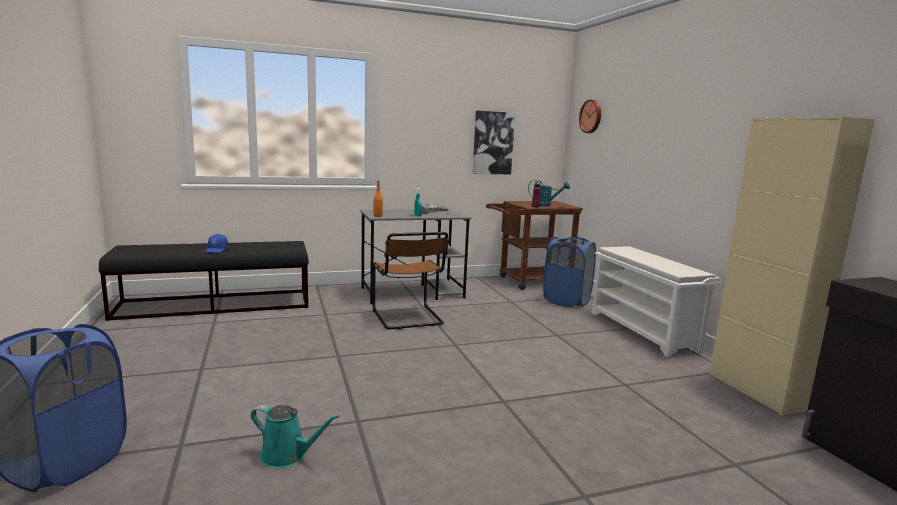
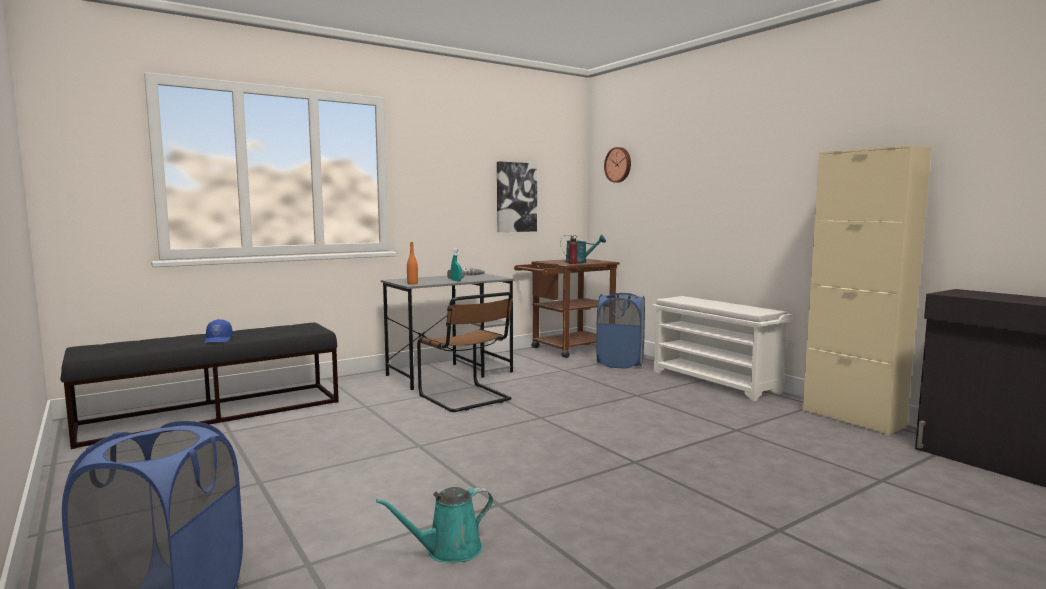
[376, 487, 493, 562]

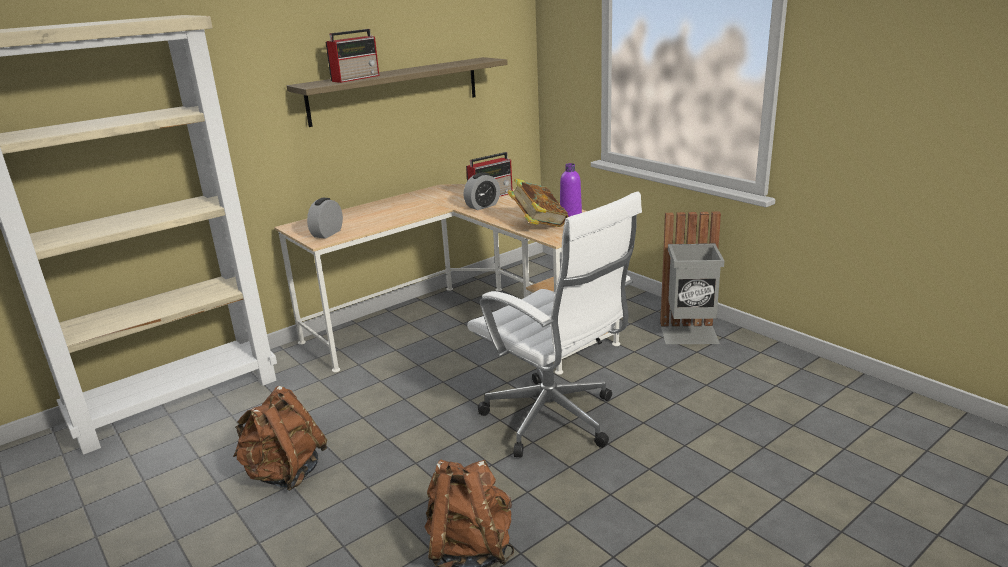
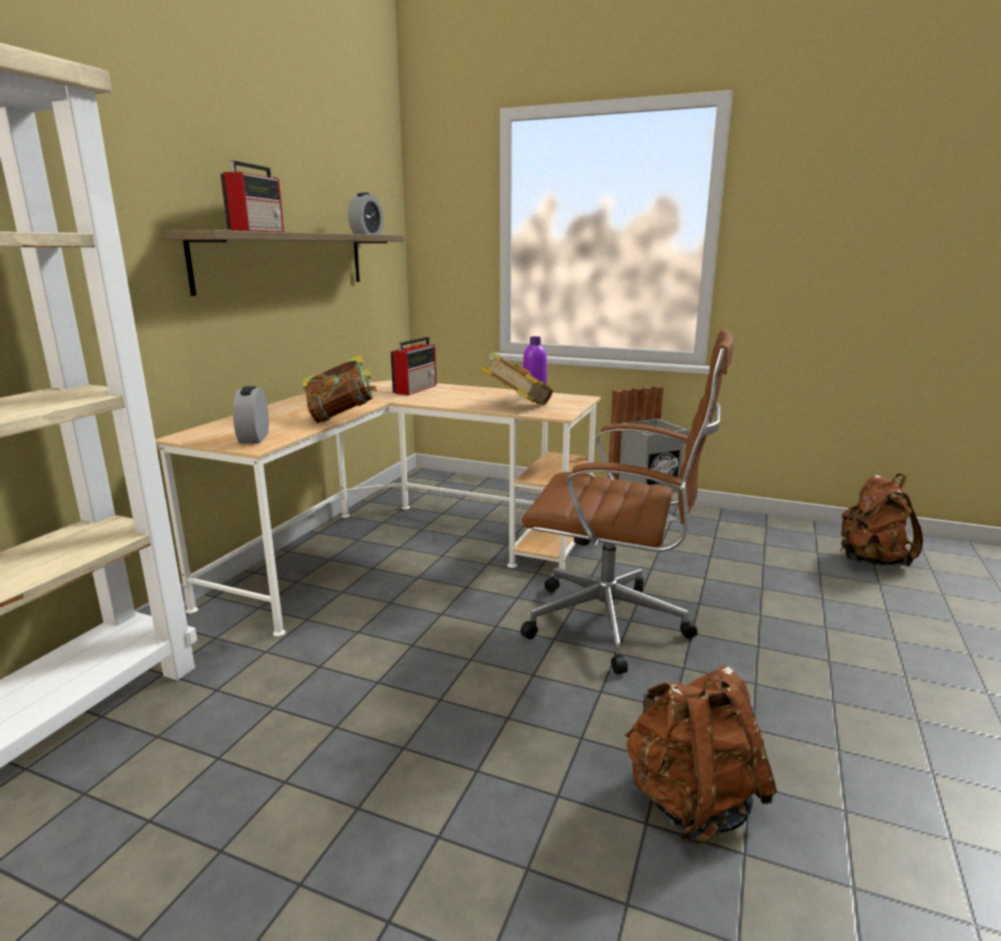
[302, 355, 378, 423]
[348, 193, 383, 235]
[521, 329, 734, 674]
[840, 474, 923, 566]

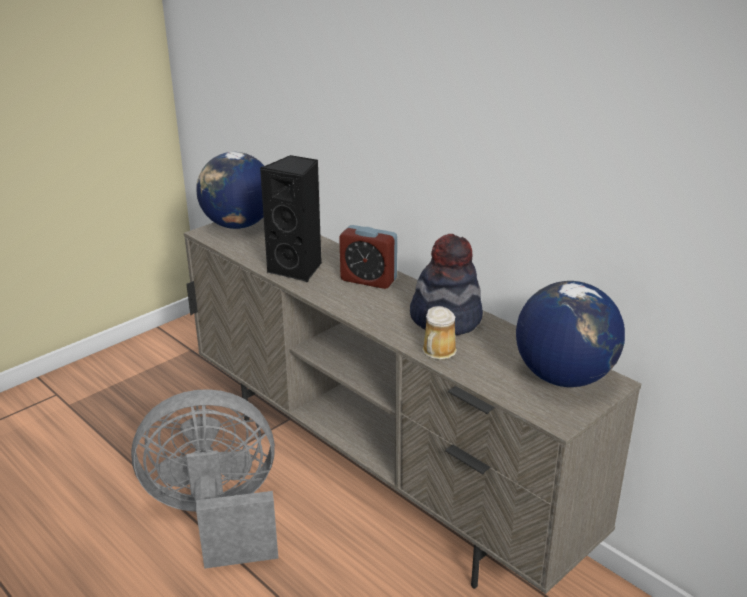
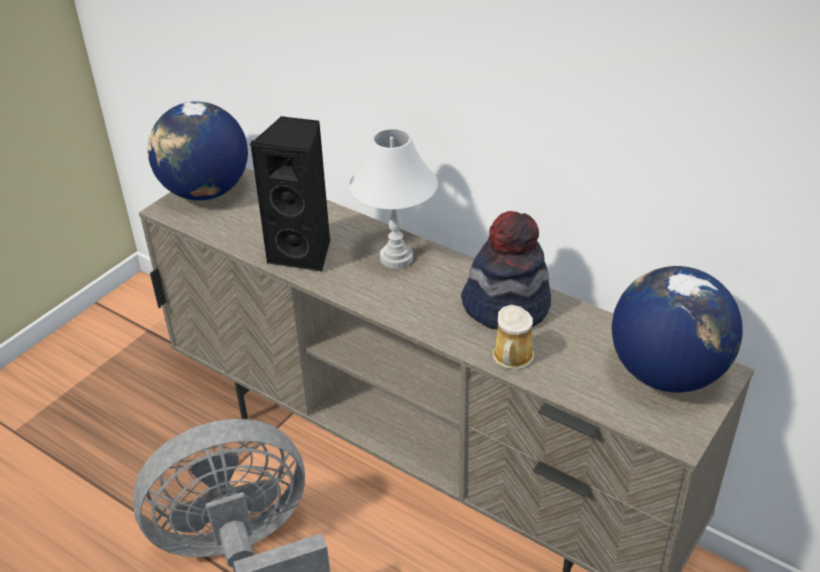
[349, 129, 438, 269]

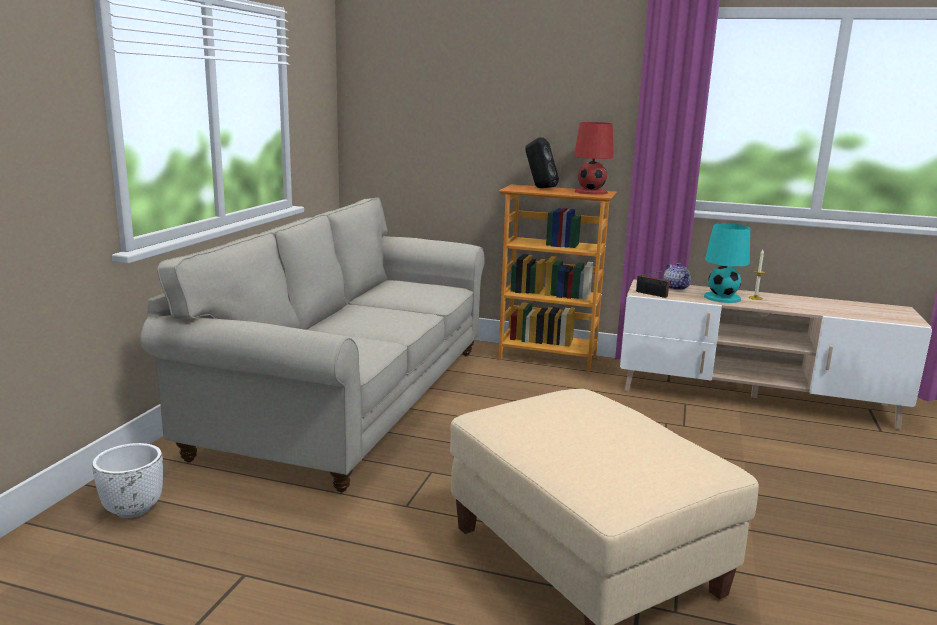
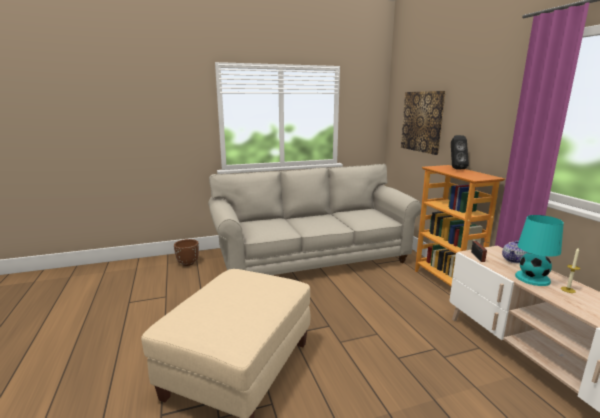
[174, 239, 199, 266]
[401, 91, 446, 155]
[574, 122, 614, 195] (first image)

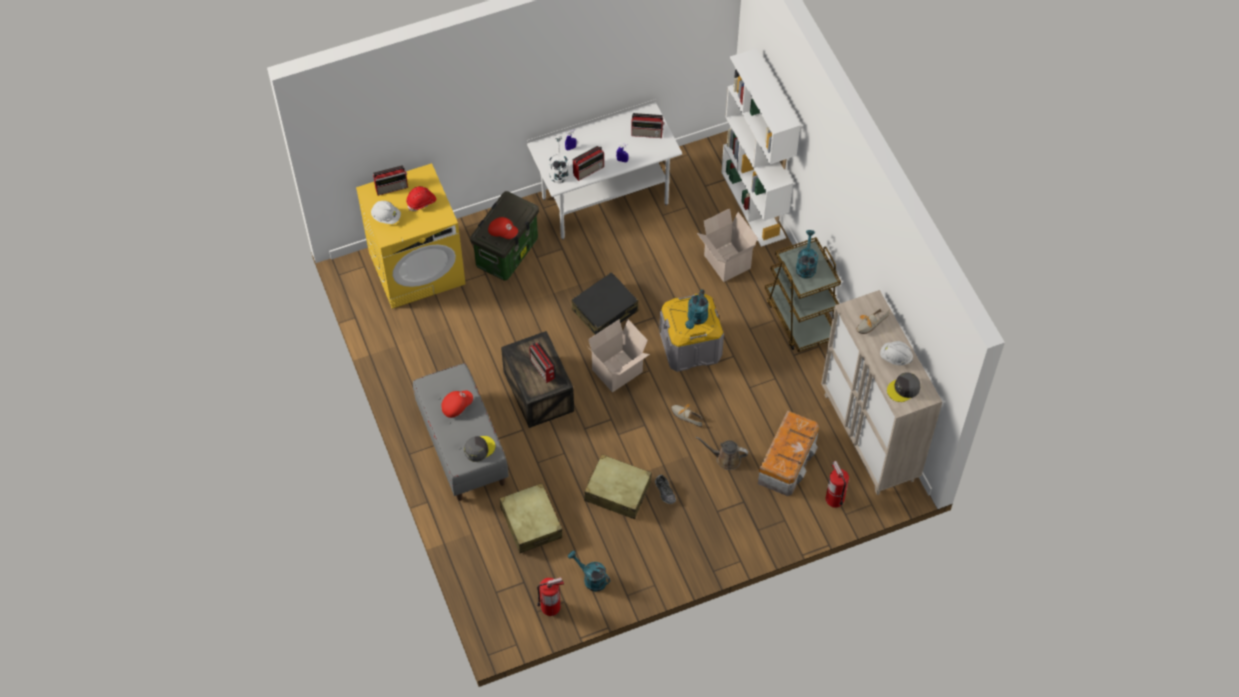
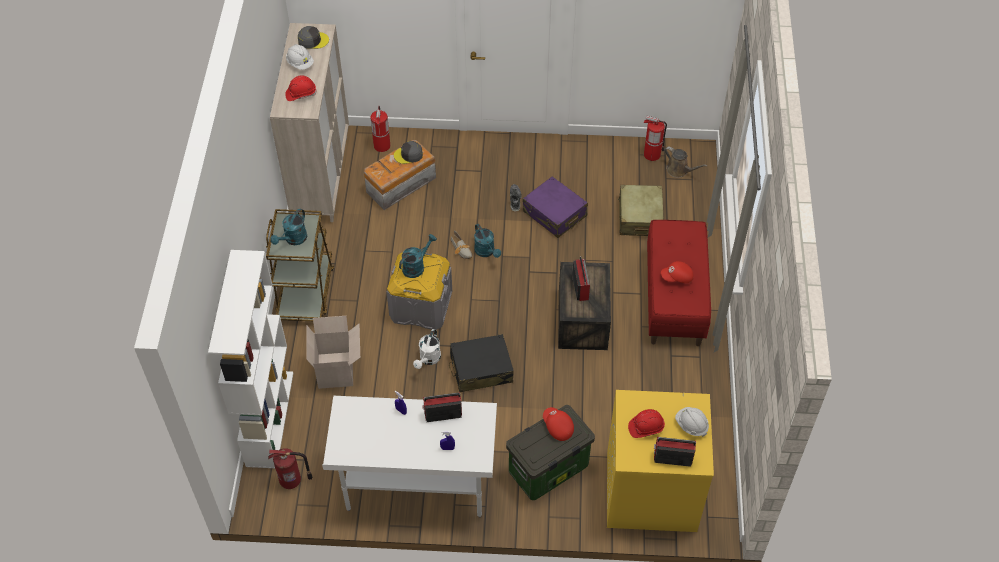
[268, 448, 313, 489]
[285, 75, 317, 101]
[394, 141, 423, 164]
[413, 329, 441, 369]
[474, 224, 501, 258]
[523, 176, 588, 238]
[647, 220, 711, 346]
[664, 146, 708, 178]
[587, 319, 650, 392] (first image)
[631, 113, 664, 138] (first image)

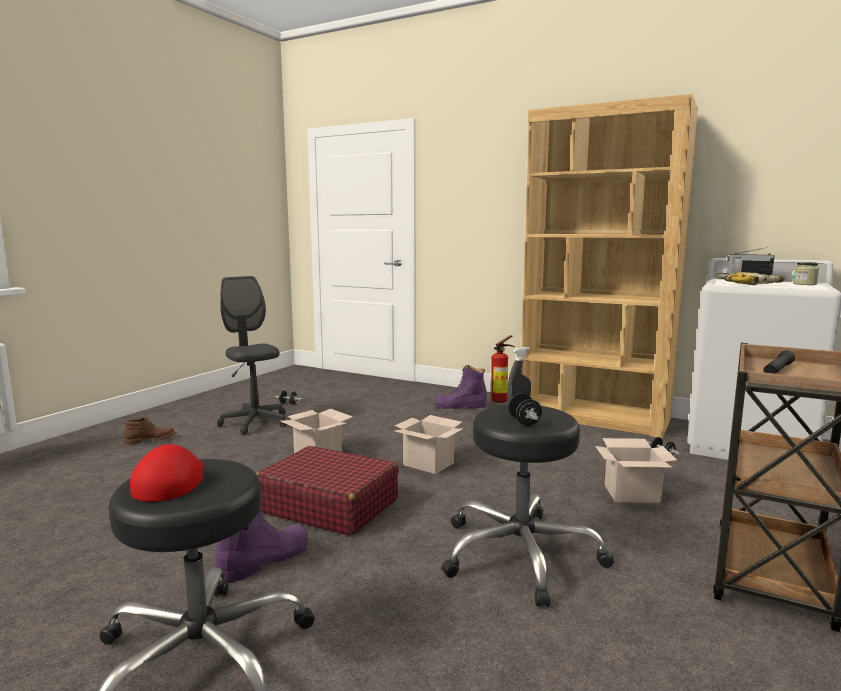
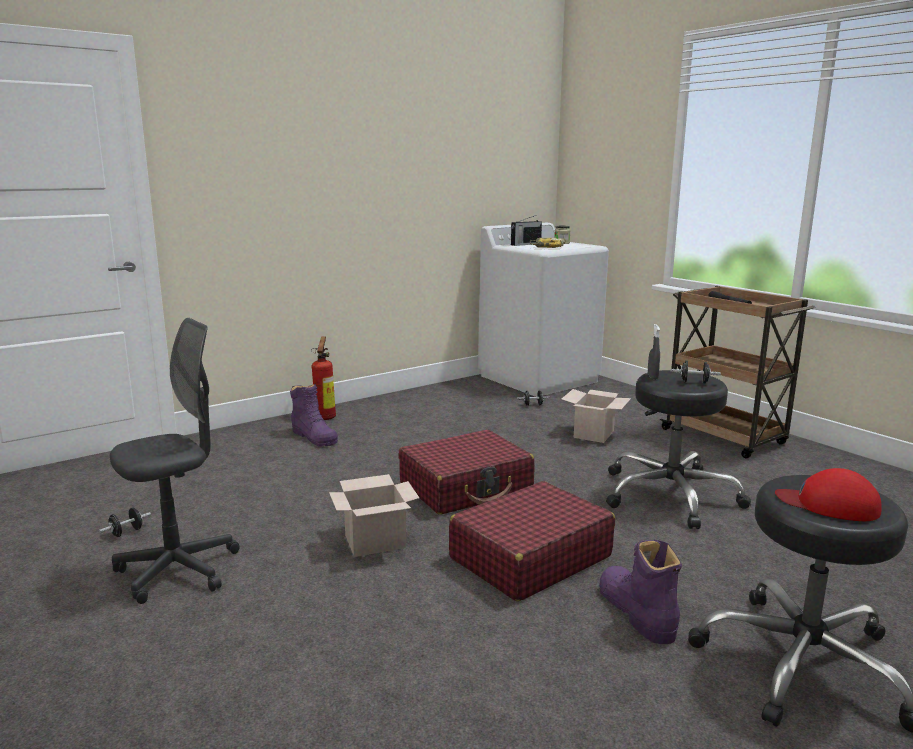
[110, 318, 239, 604]
[290, 384, 338, 447]
[399, 430, 535, 515]
[124, 418, 176, 445] (first image)
[521, 94, 698, 438] (first image)

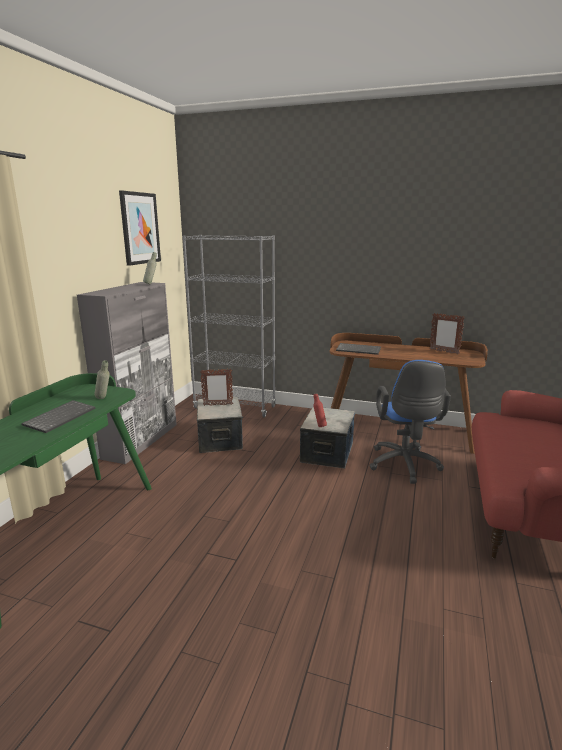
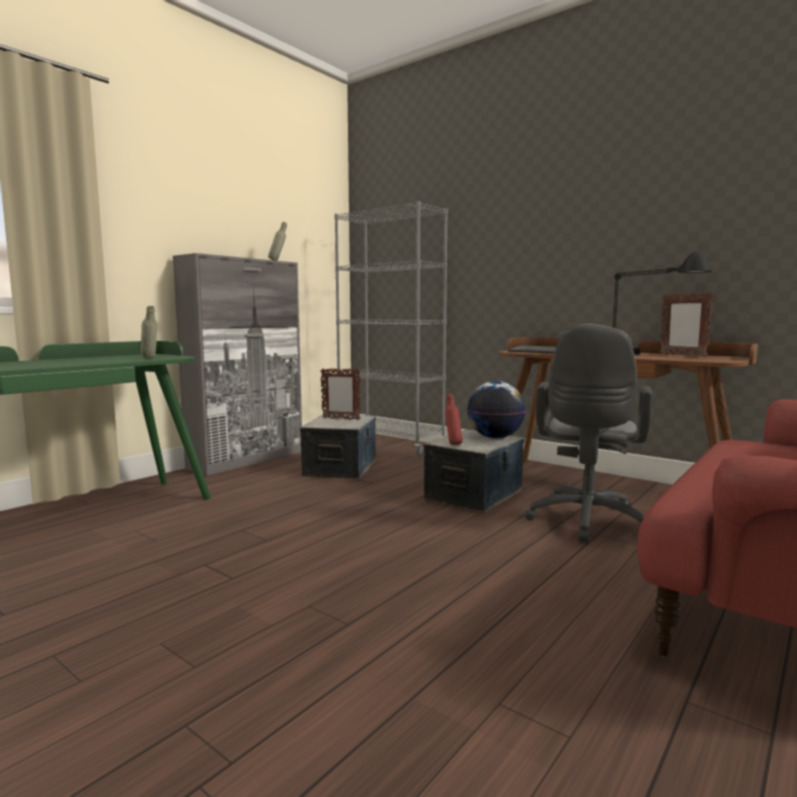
[467, 381, 526, 439]
[524, 324, 652, 543]
[613, 252, 712, 355]
[21, 400, 95, 433] (first image)
[119, 190, 161, 266] (first image)

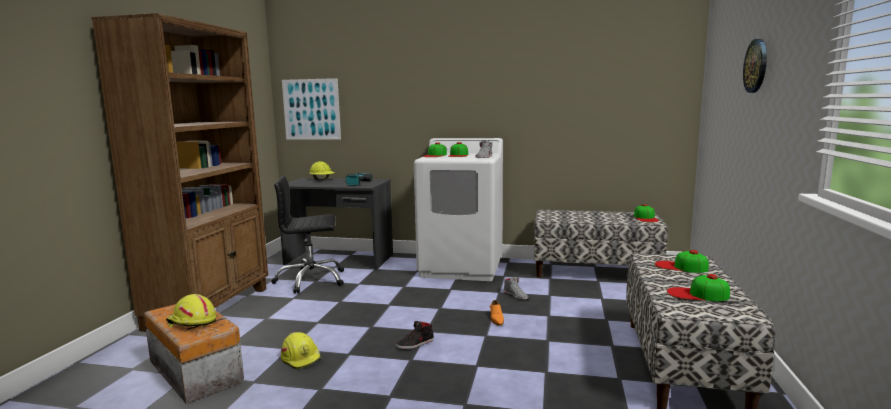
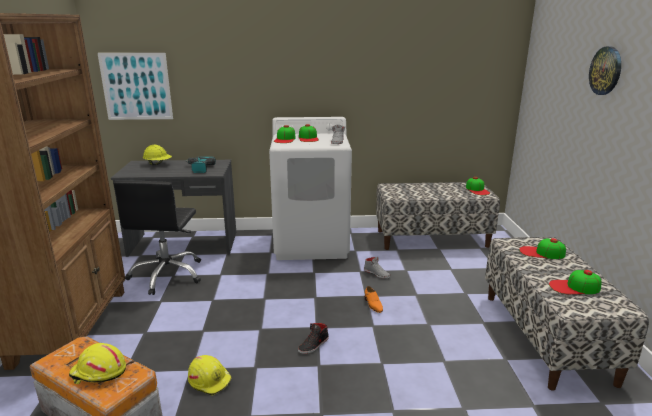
[113, 180, 201, 295]

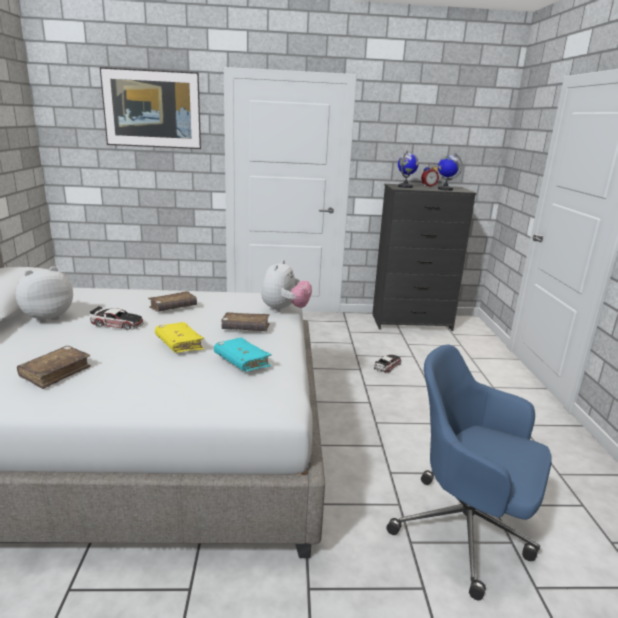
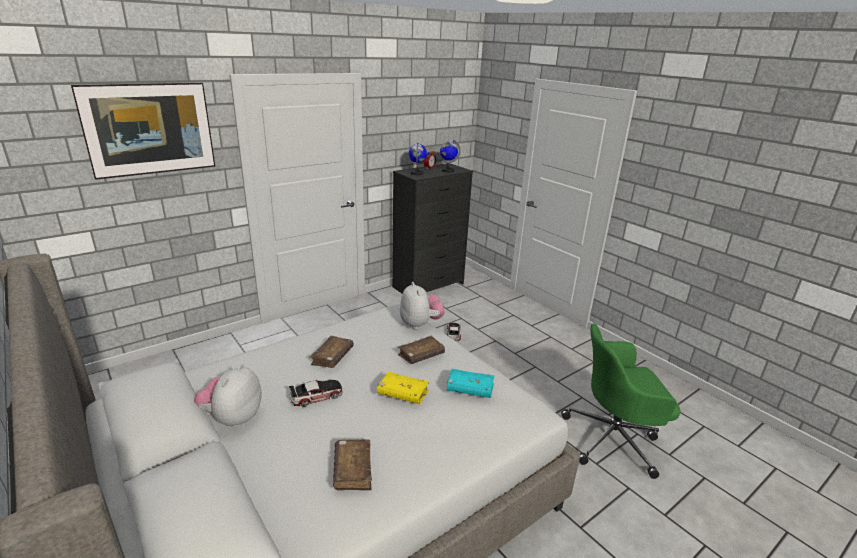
[561, 324, 680, 479]

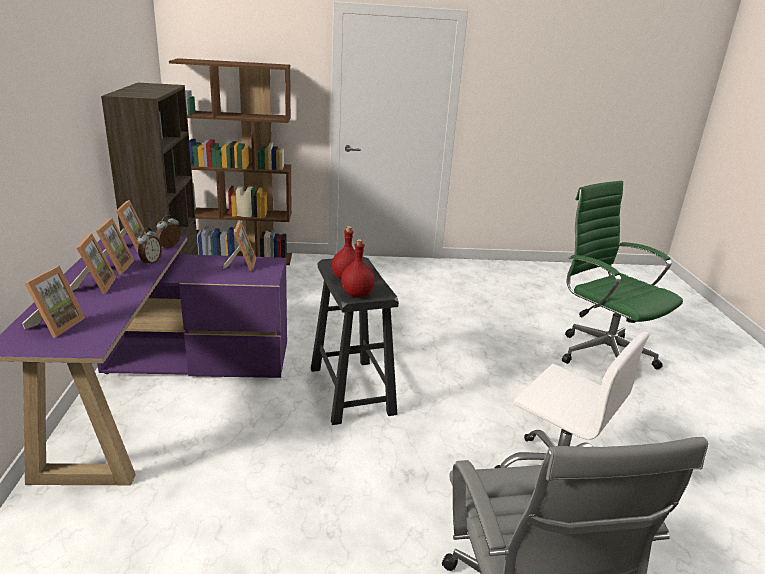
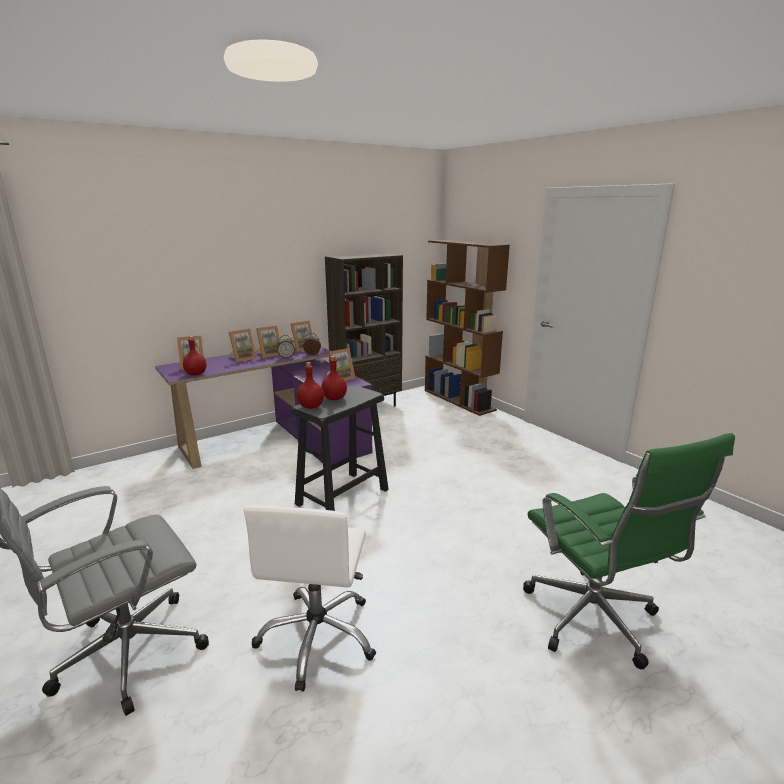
[183, 336, 207, 375]
[523, 433, 735, 670]

